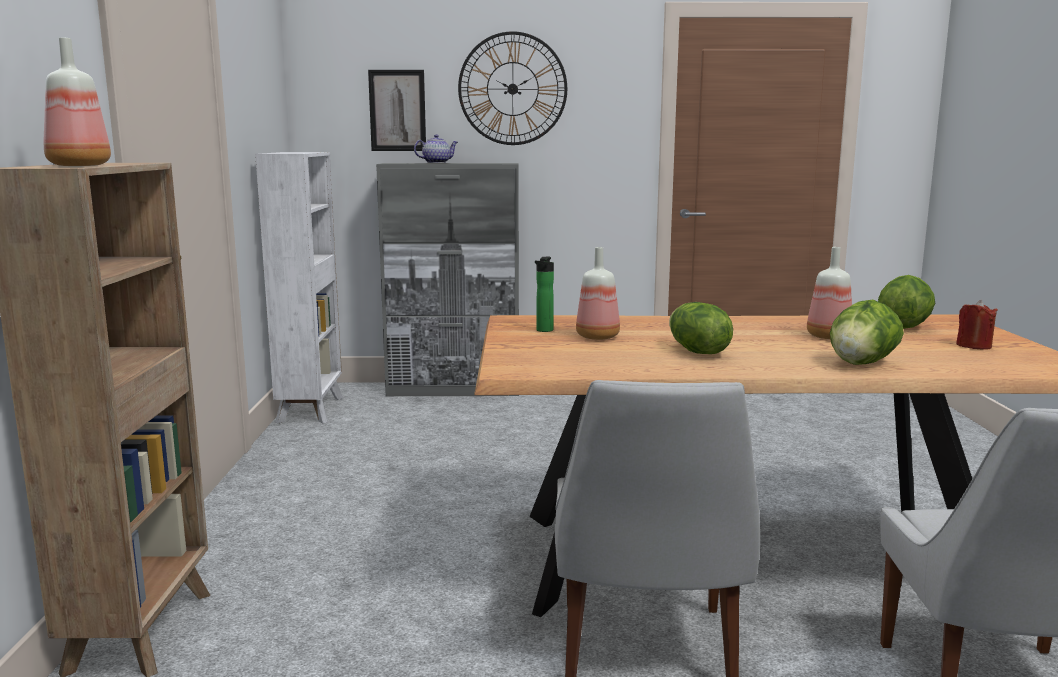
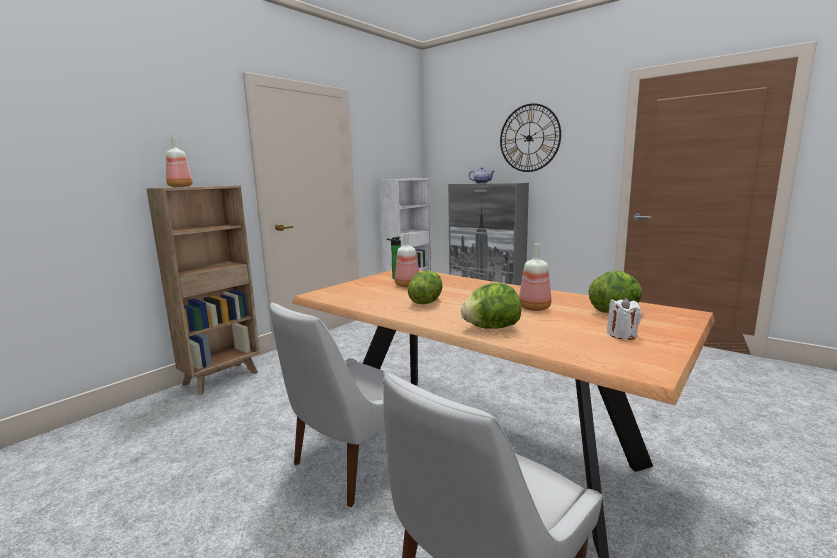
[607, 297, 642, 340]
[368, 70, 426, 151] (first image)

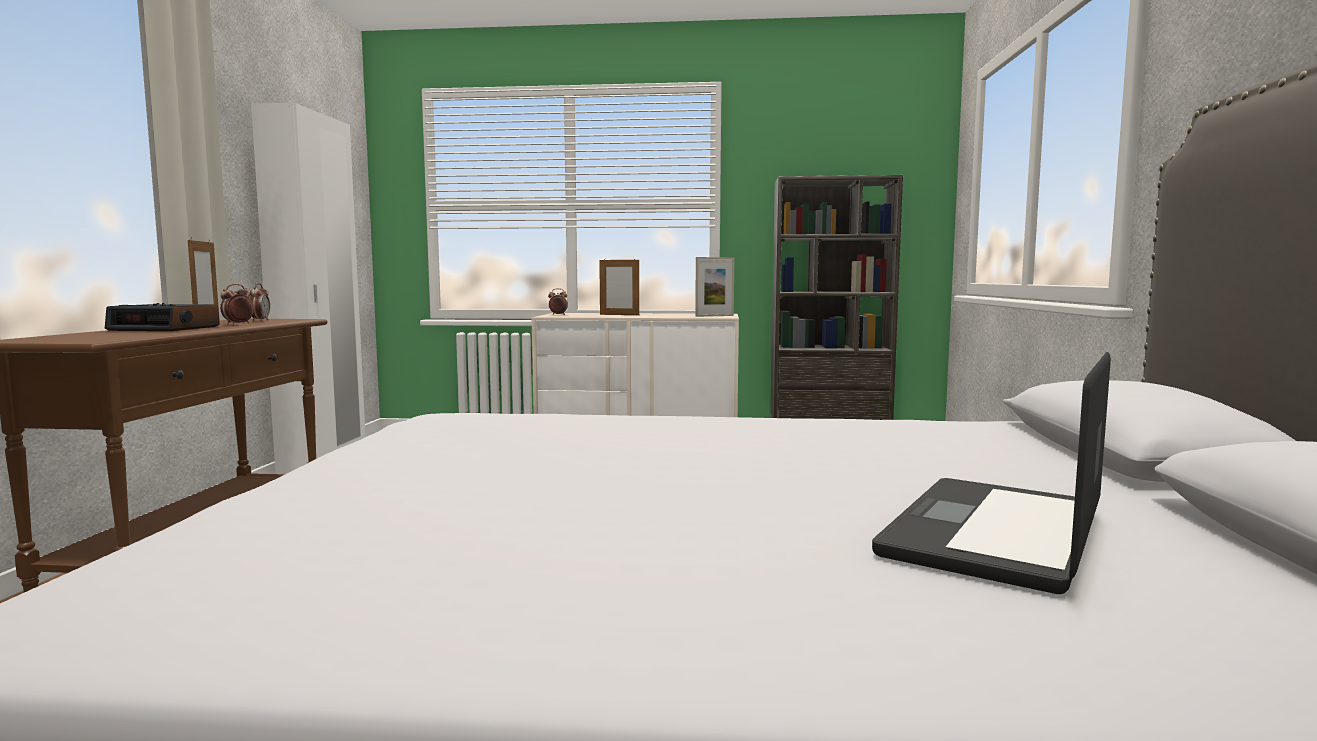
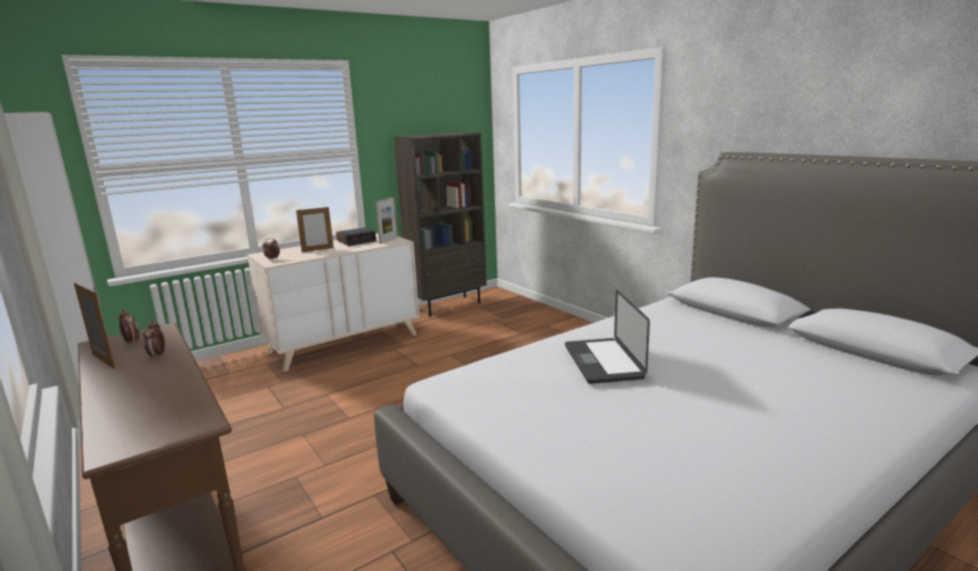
[336, 228, 377, 246]
[565, 290, 650, 384]

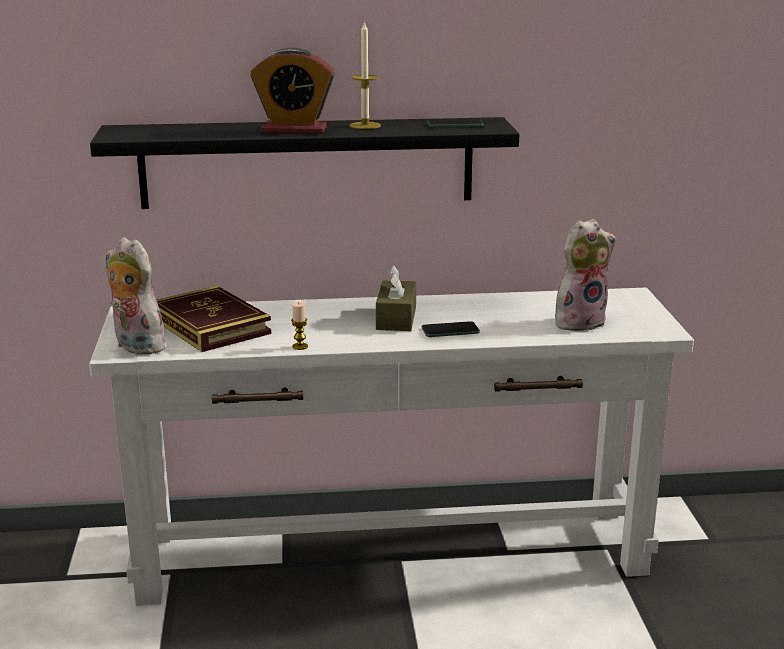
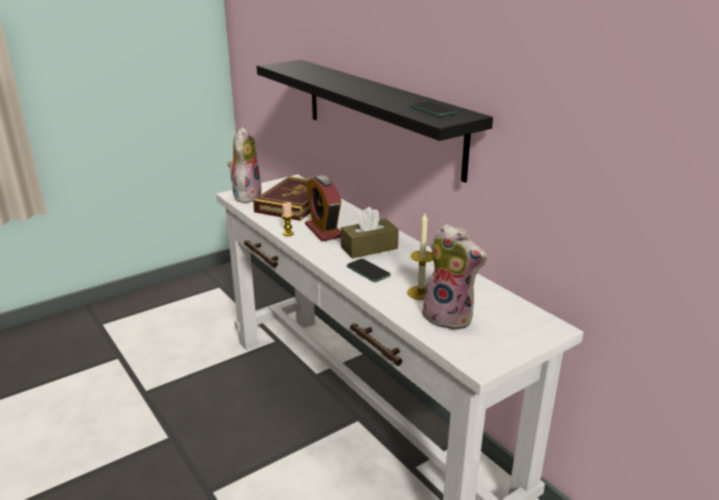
[305, 175, 341, 241]
[407, 213, 433, 300]

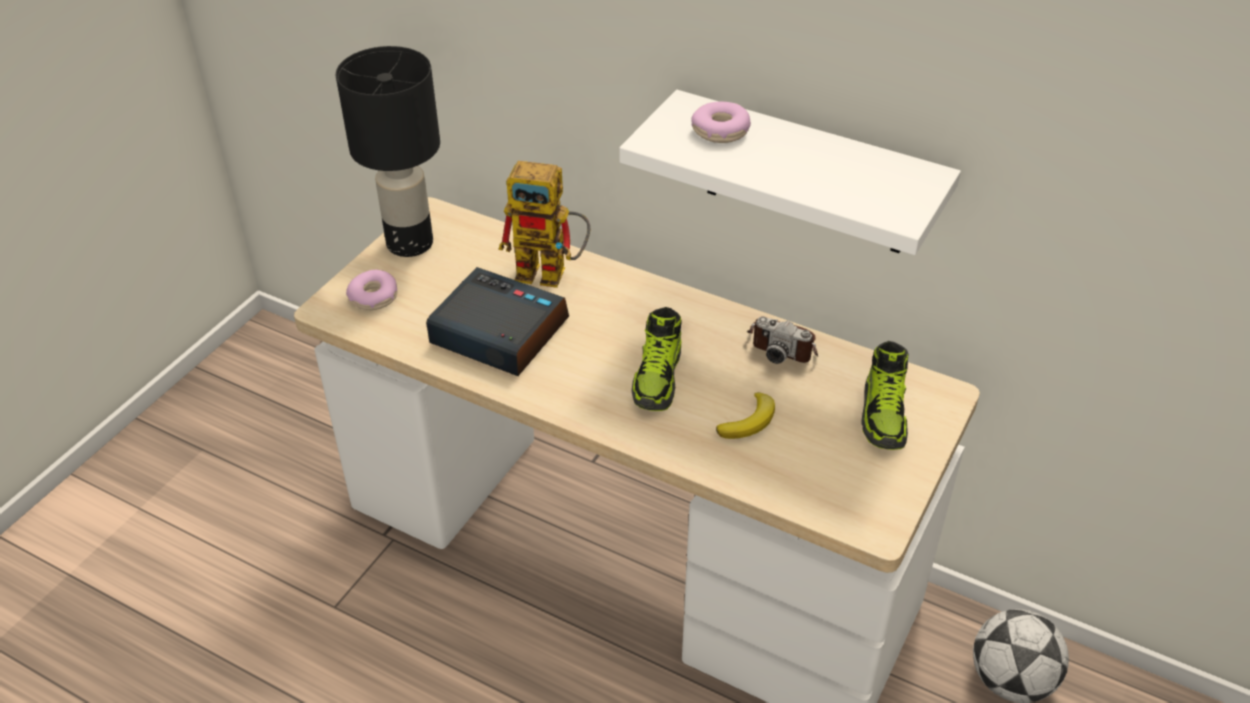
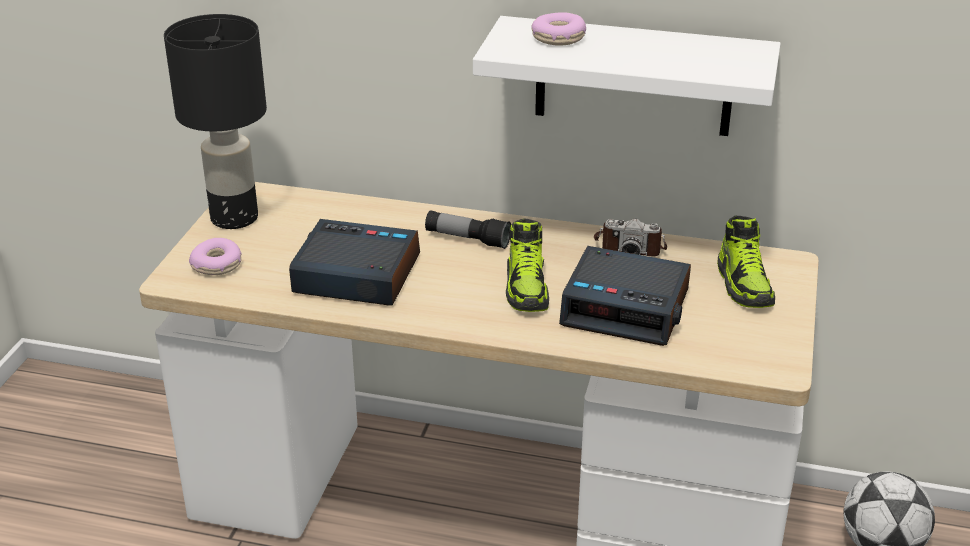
[425, 210, 511, 249]
[559, 246, 691, 346]
[498, 161, 590, 288] (first image)

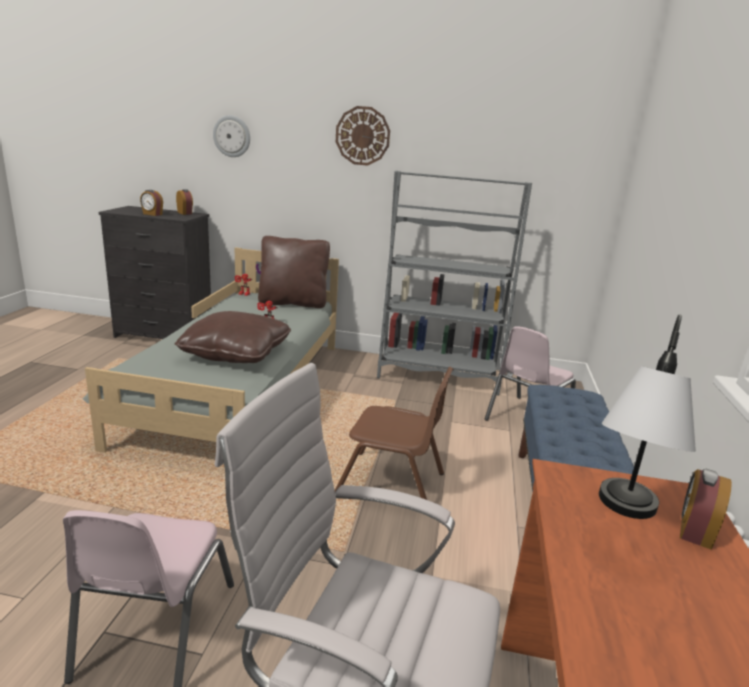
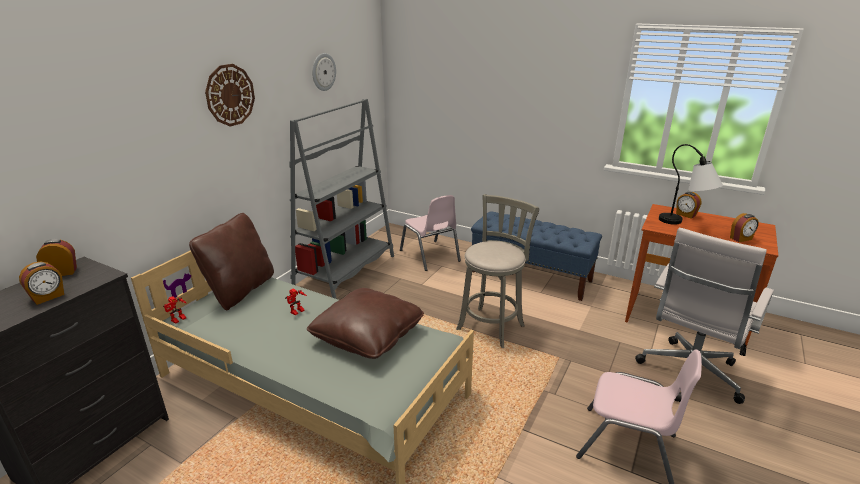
[312, 53, 336, 91]
[456, 194, 539, 348]
[730, 213, 759, 242]

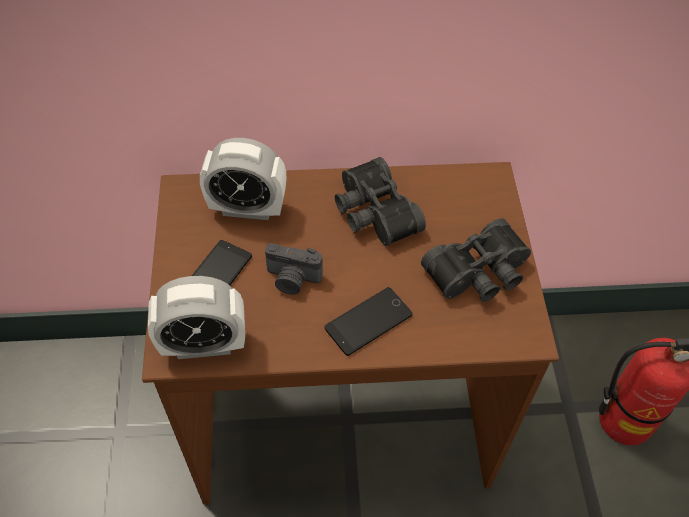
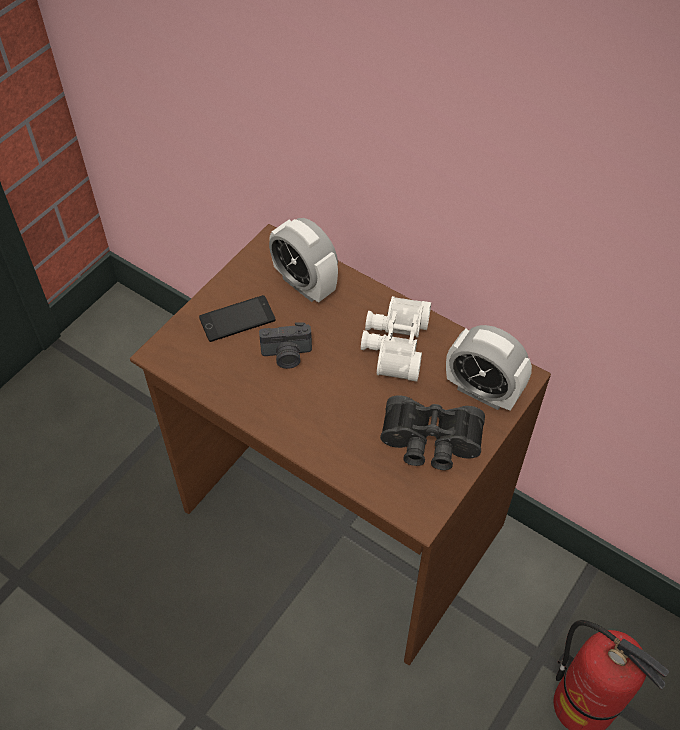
[259, 323, 312, 369]
[361, 296, 431, 382]
[446, 325, 532, 411]
[325, 287, 413, 356] (first image)

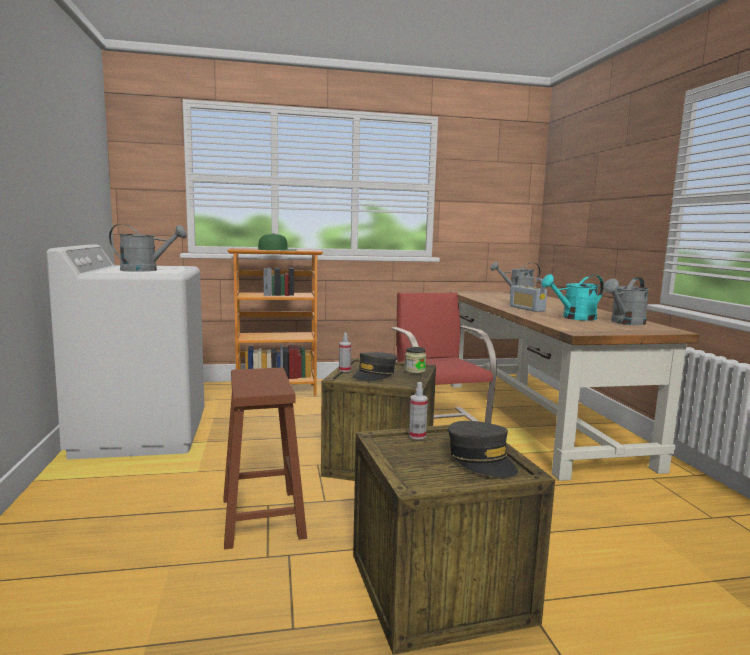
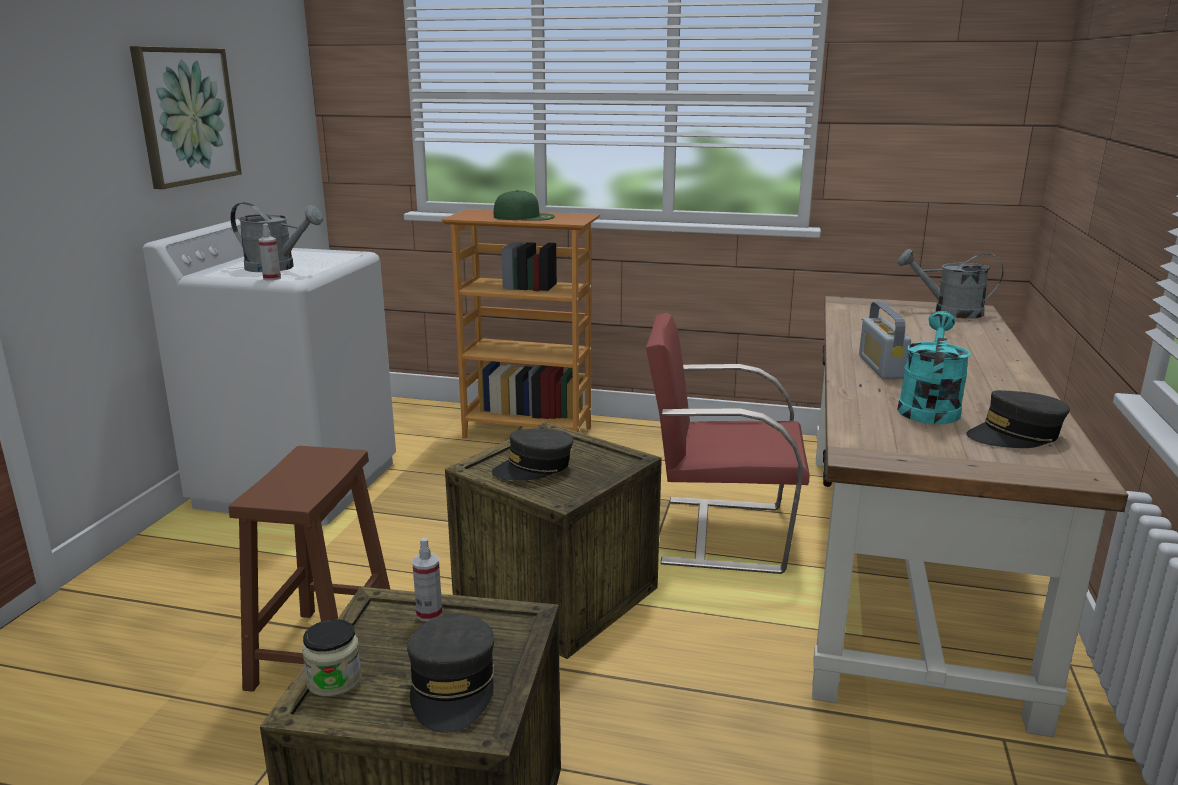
[130, 46, 242, 189]
[258, 224, 281, 281]
[302, 619, 362, 697]
[646, 313, 809, 574]
[897, 311, 971, 424]
[966, 390, 1070, 448]

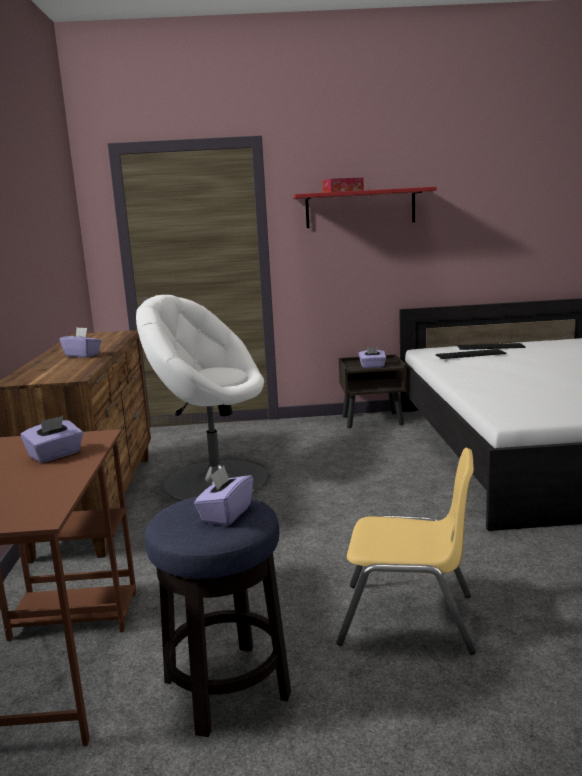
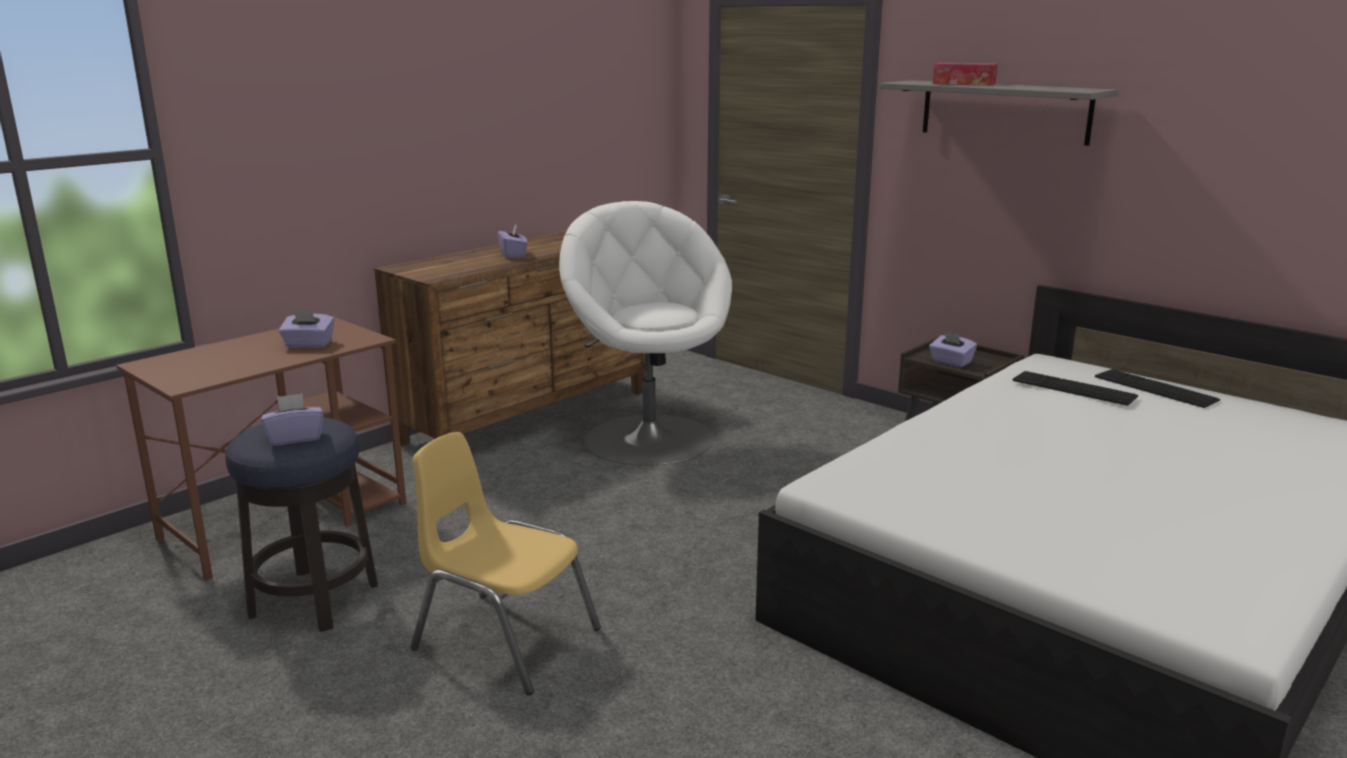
[410, 432, 601, 695]
[880, 80, 1118, 146]

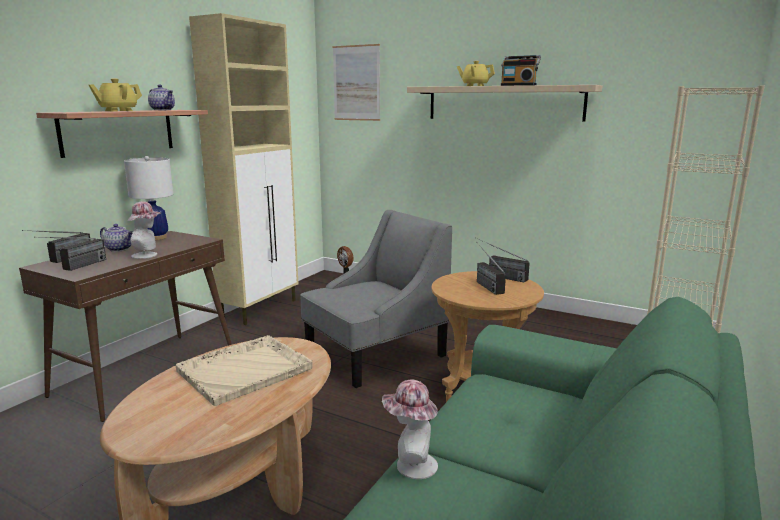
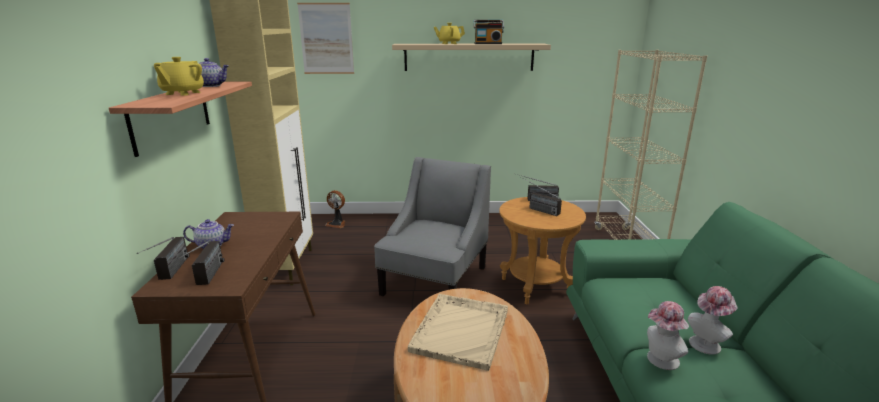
[688, 286, 738, 355]
[124, 156, 173, 240] (first image)

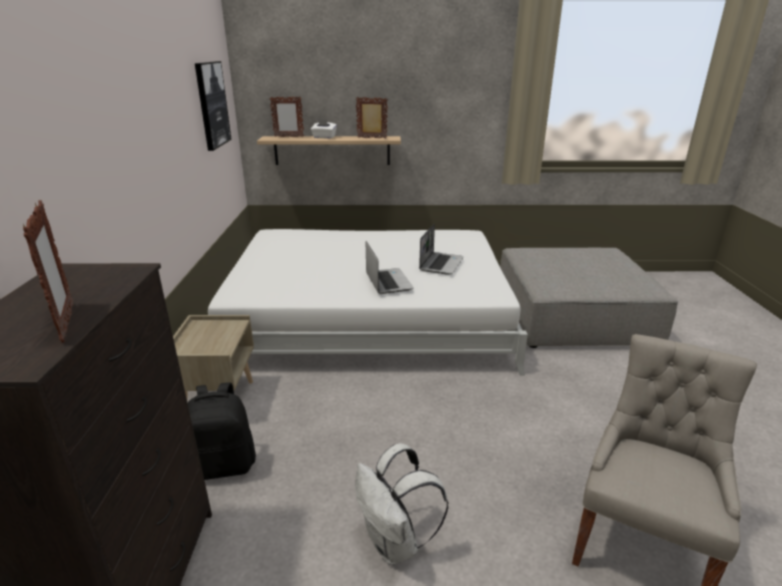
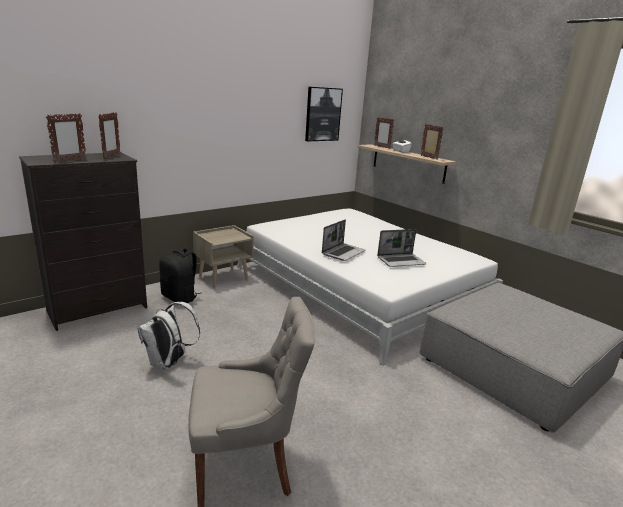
[98, 112, 121, 159]

